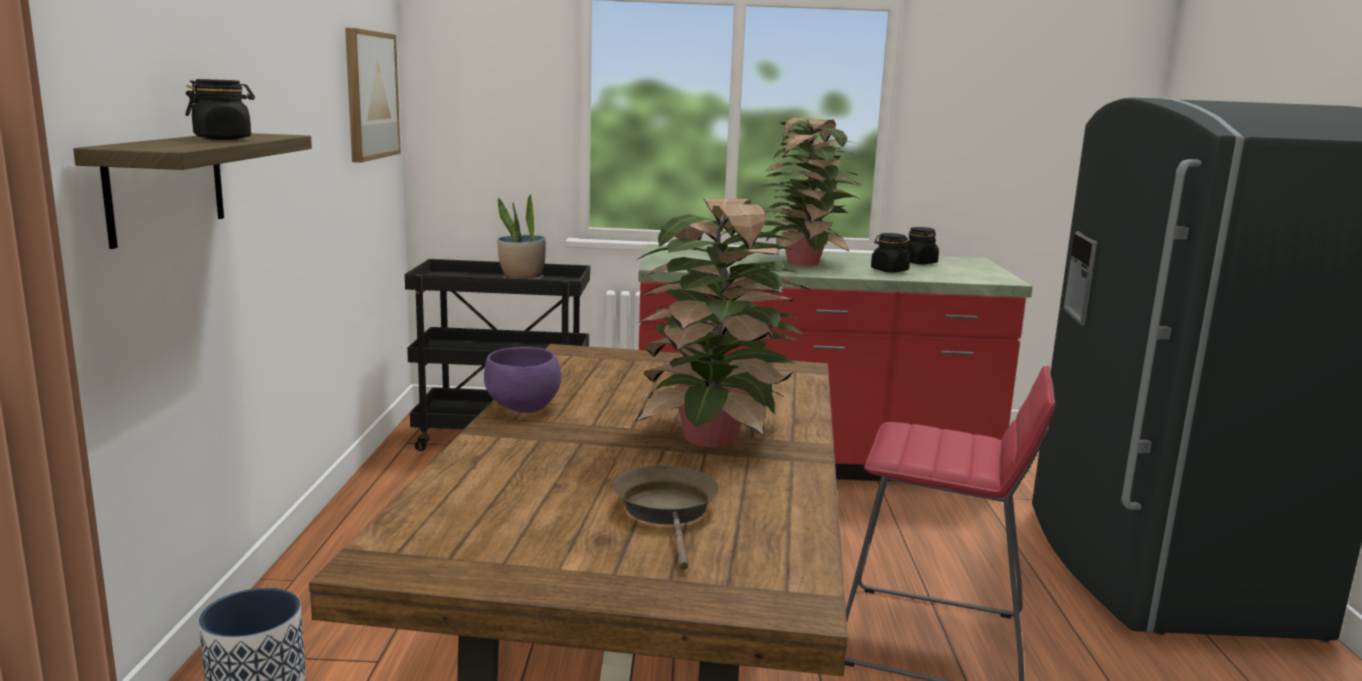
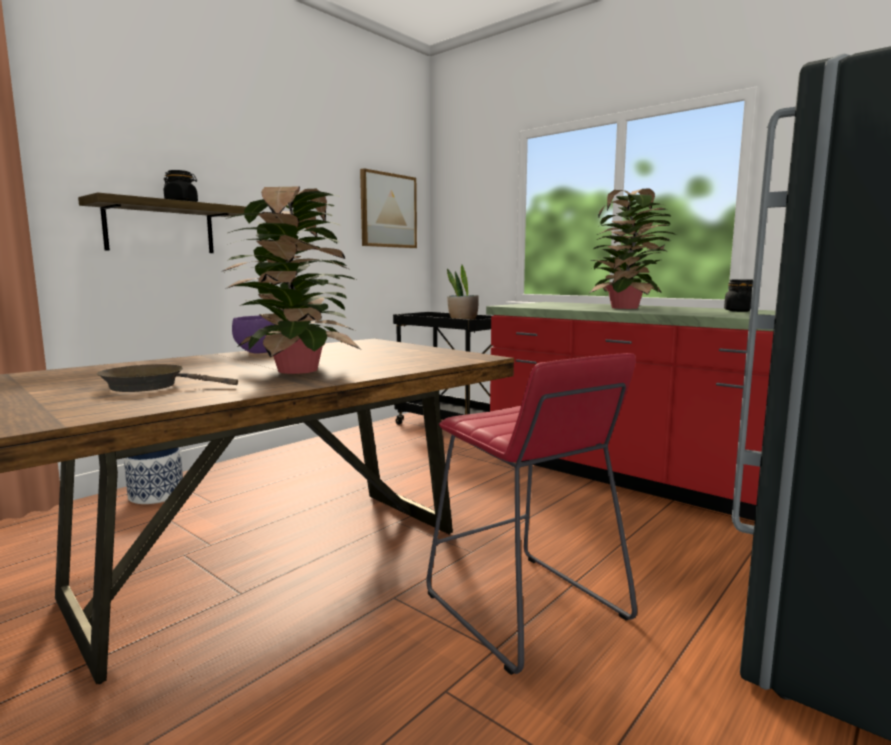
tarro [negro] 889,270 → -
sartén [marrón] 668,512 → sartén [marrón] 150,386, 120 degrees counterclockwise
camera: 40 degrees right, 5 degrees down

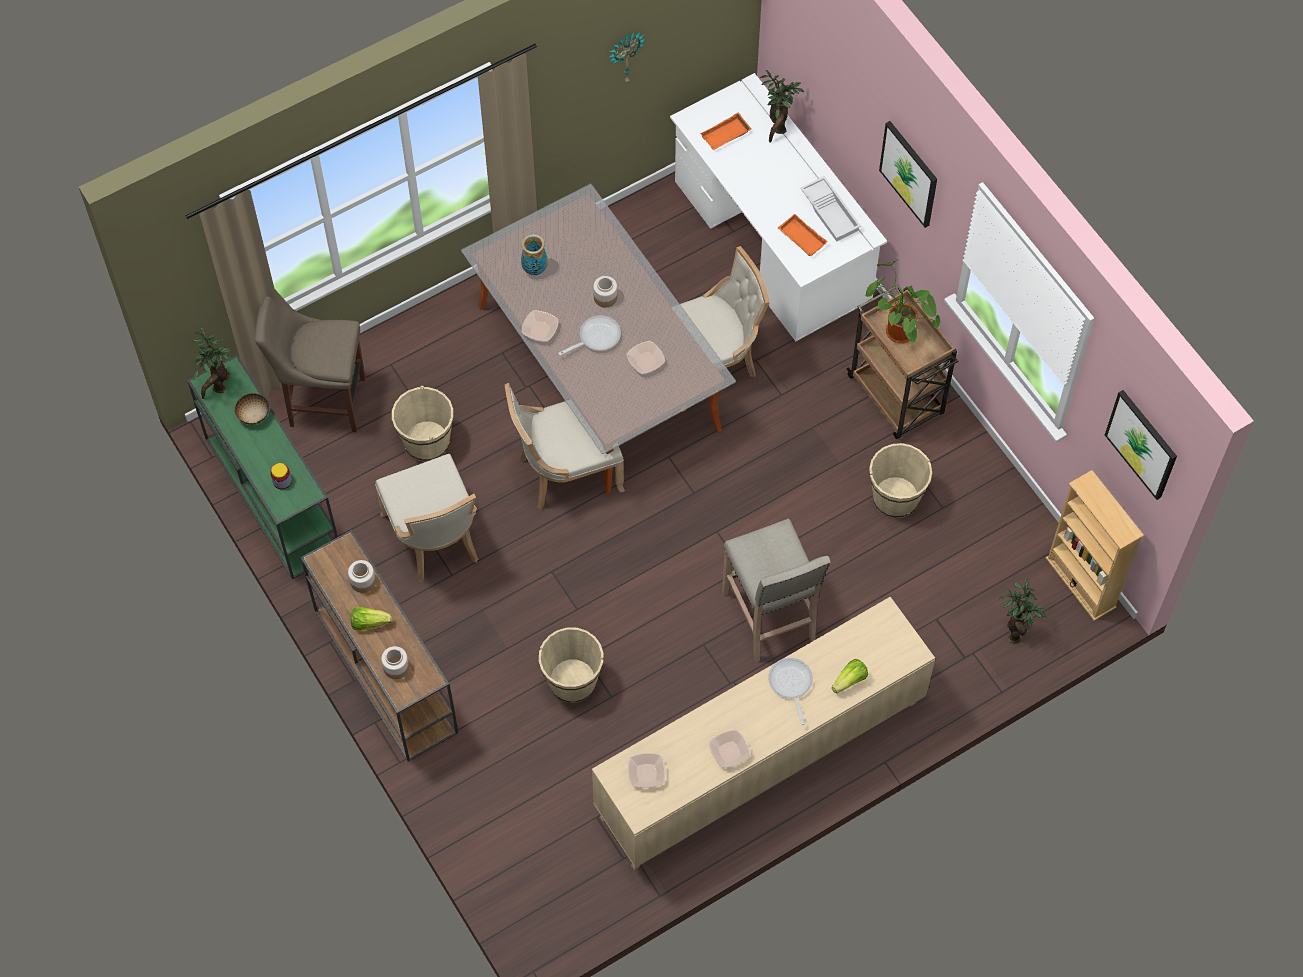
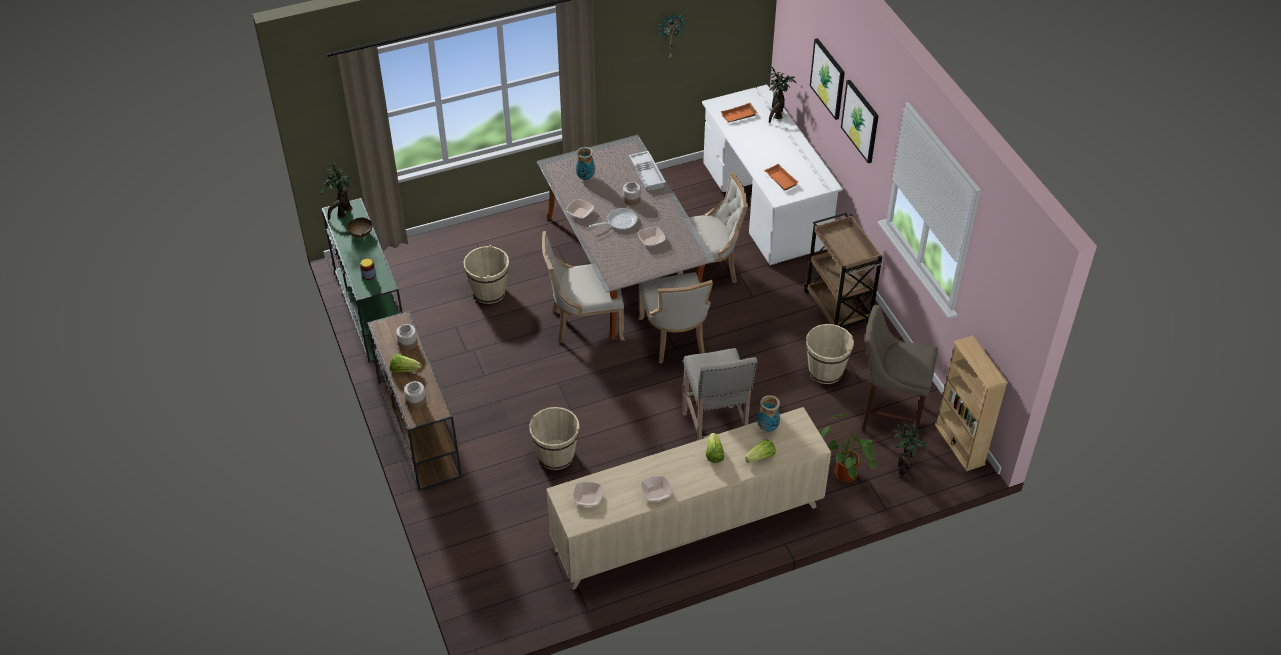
- → florero 767,427
taburete [beis] 323,401 → taburete [beis] 888,415, relocated
silla [beis] 435,539 → silla [beis] 675,338, relocated
bandeja [blanco] 831,212 → bandeja [blanco] 648,173, relocated
planta en maceta 896,331 → planta en maceta 843,473, relocated
cuadro 1142,444 → cuadro 828,78, relocated
sartén 790,684 → lechuga 714,454
camera: 10 degrees right, 15 degrees down

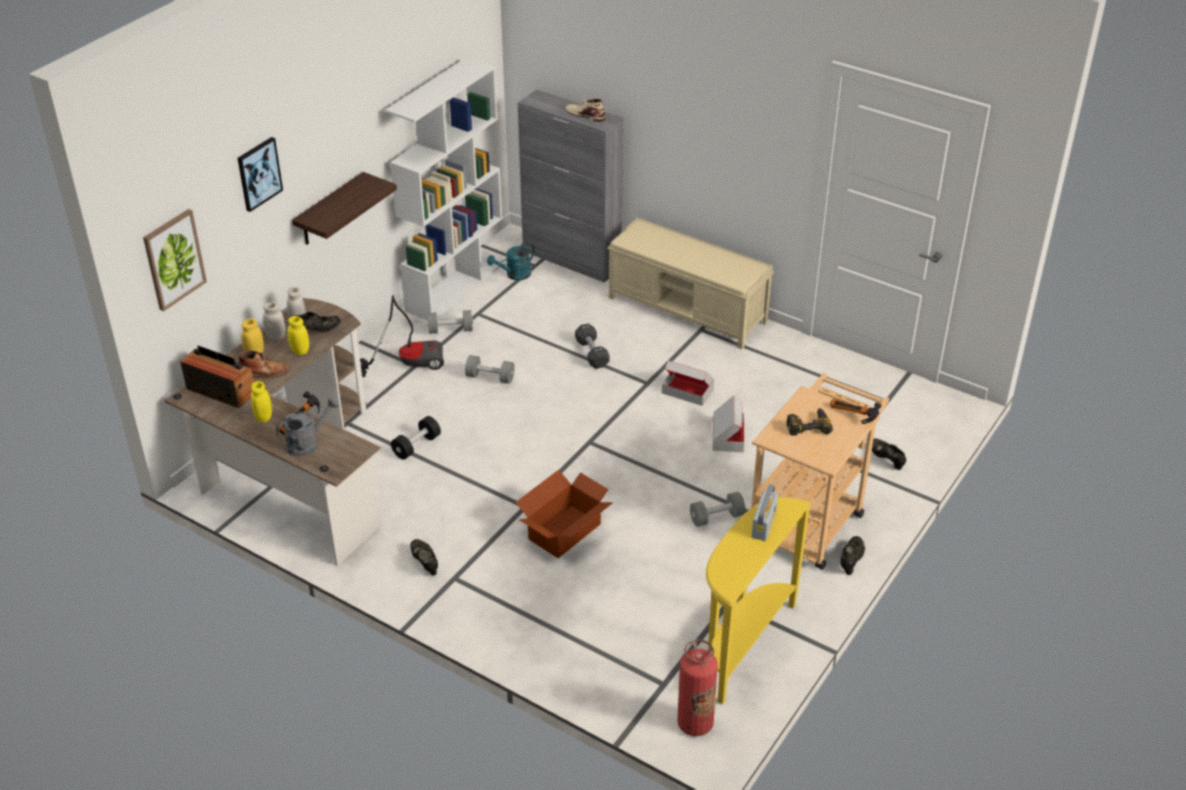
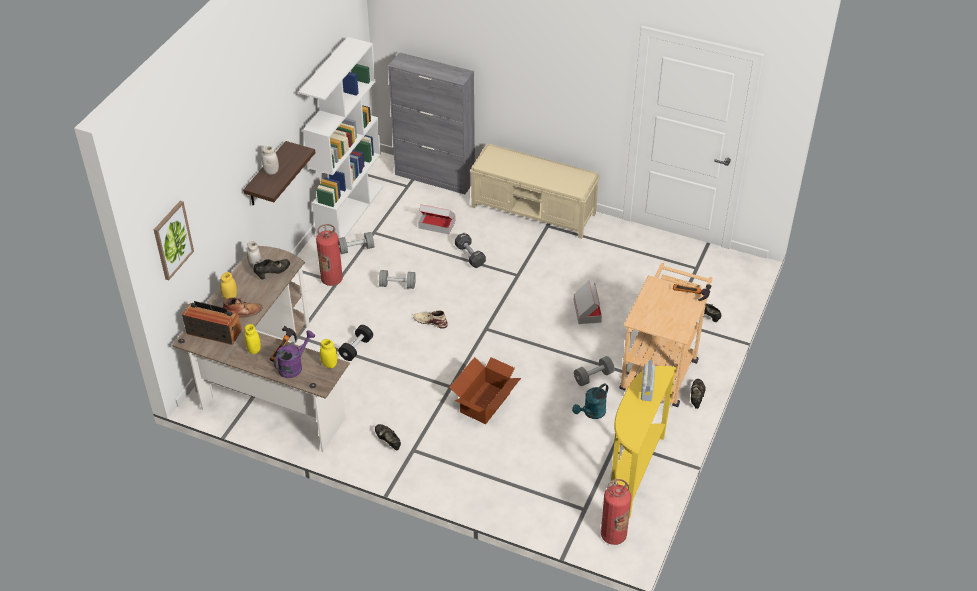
cuadro 259,173 → -
taladro 807,425 → -
tarro [blanco] 276,336 → tarro [blanco] 271,171, relocated
tarro [amarillo] 300,351 → tarro [amarillo] 329,364, relocated
regadera [turquesa] 514,275 → regadera [turquesa] 591,413, relocated
bota [beis] 585,114 → bota [beis] 430,321, relocated
caja de cartón 687,391 → caja de cartón 437,224, relocated
aspiradora 409,362 → extintor 332,279
regadera [gris] 307,443 → regadera [morado] 294,366
camera: 10 degrees left, 5 degrees up

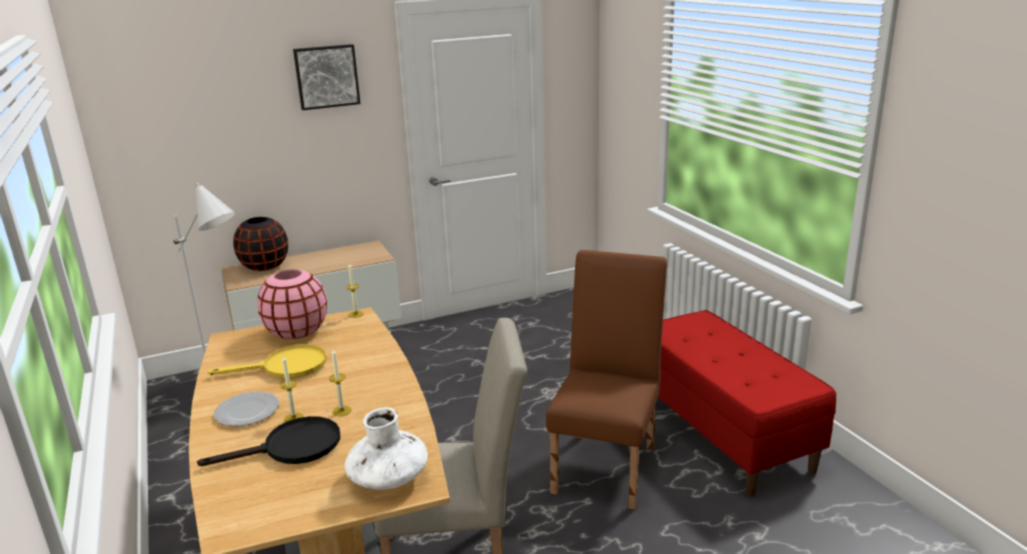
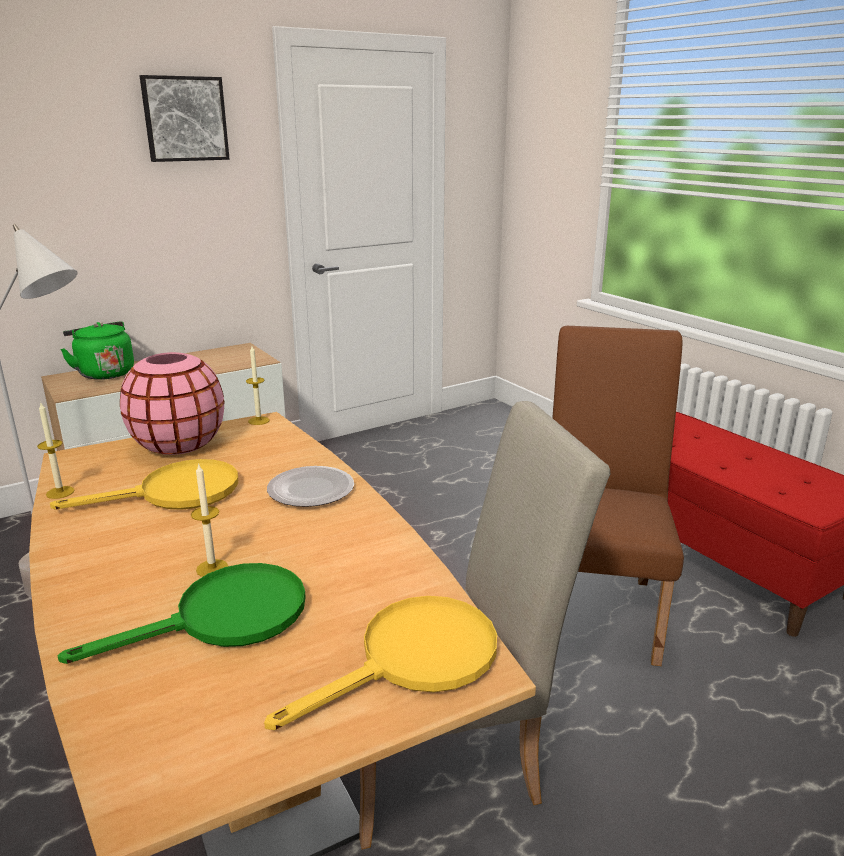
plato 247,411 → plato 310,489, relocated
vela 341,411 → vela 60,492, relocated
florero [negro] 265,266 → hervidor [verde] 104,373
florero [blanco] 388,478 → sartén [amarillo] 414,660
sartén [negro] 292,448 → sartén [verde] 224,618
camera: 10 degrees left, 0 degrees up

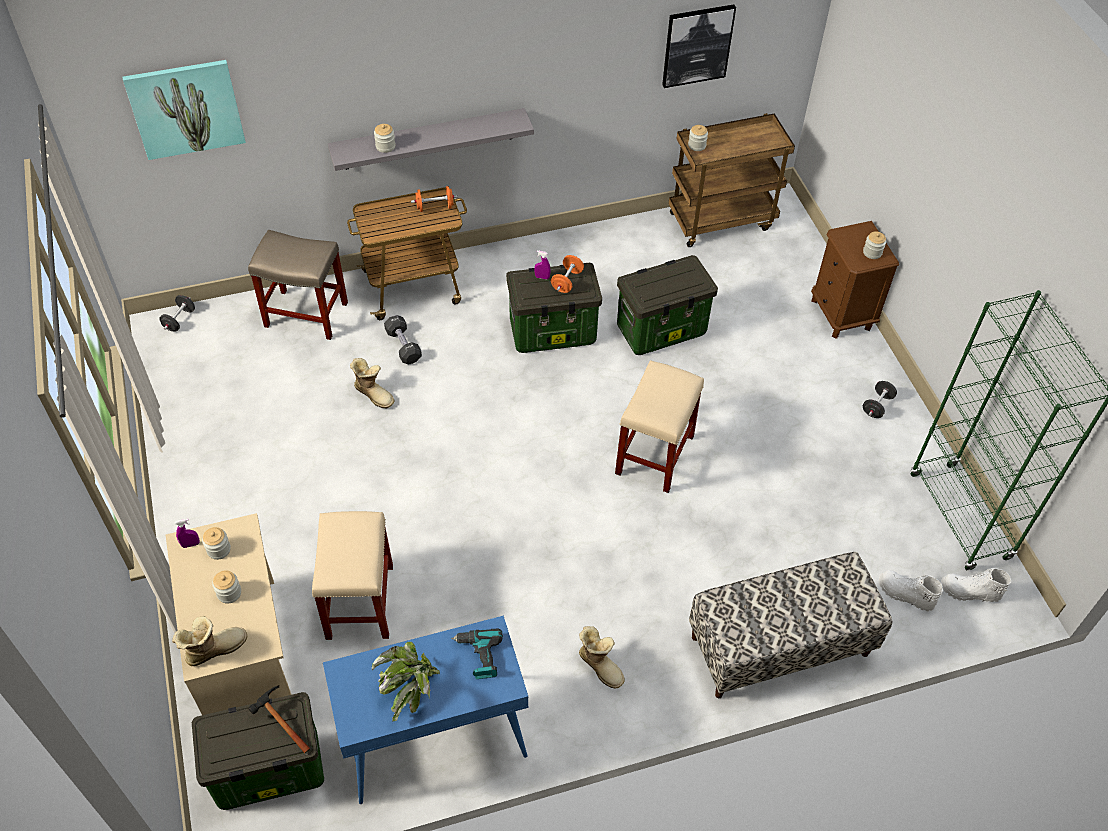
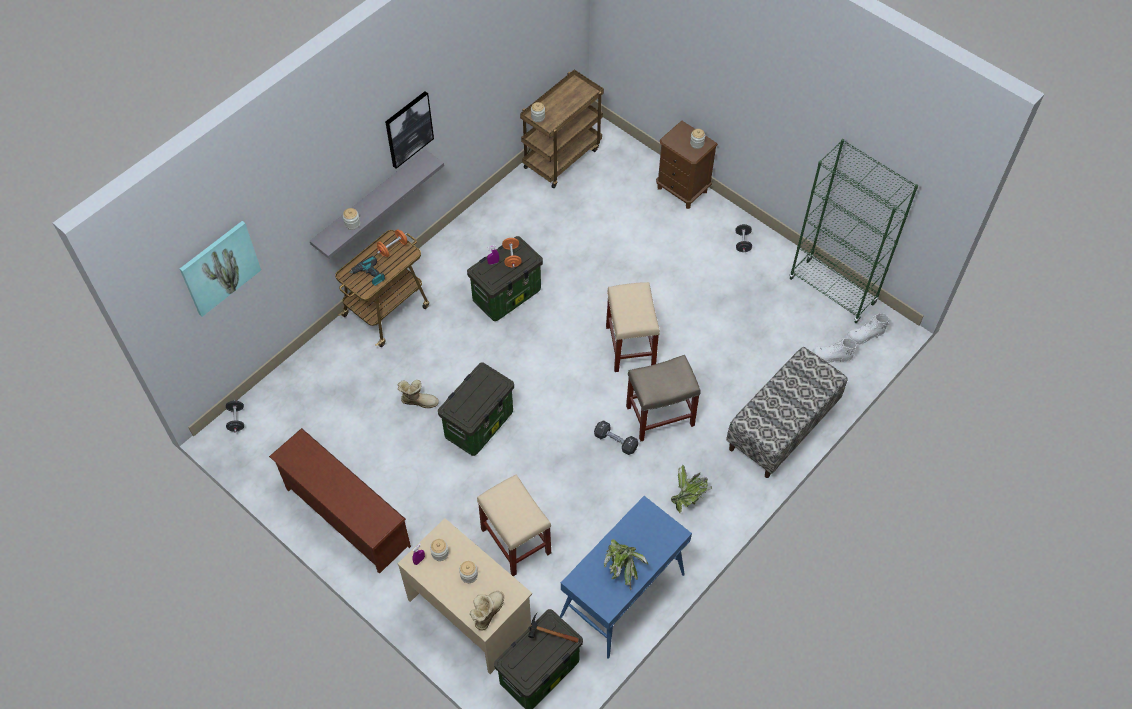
- → zapatero [marrón] 345,517
taburete [beis] 305,314 → taburete [beis] 659,416, relocated
mancuerna [negro] 403,346 → mancuerna [negro] 615,441, relocated
taladro 479,656 → taladro 369,275, relocated
caja de almacenaje 662,329 → caja de almacenaje 479,424, relocated
cuadro 697,45 → cuadro 408,129, relocated
bota 601,665 → planta en maceta 689,496
camera: 30 degrees left, 5 degrees up

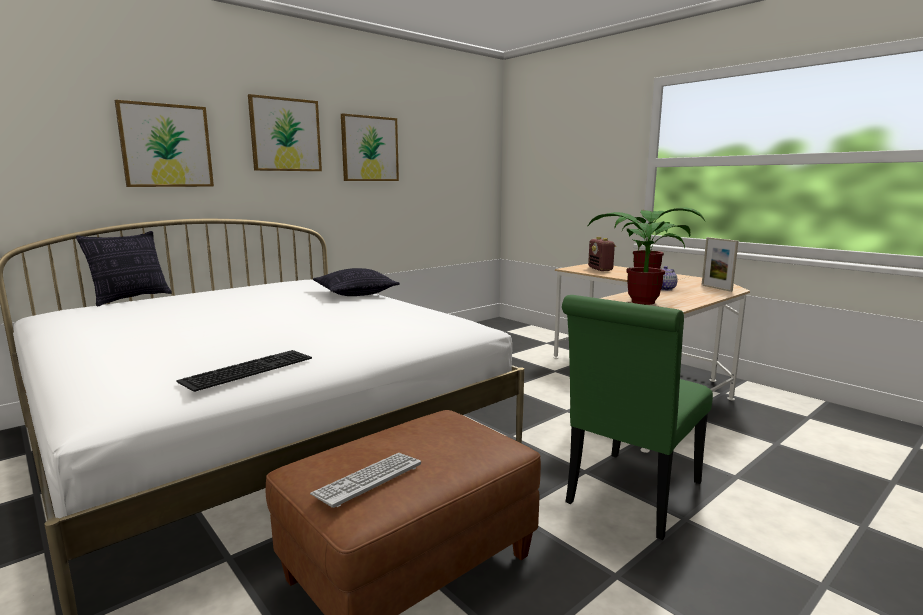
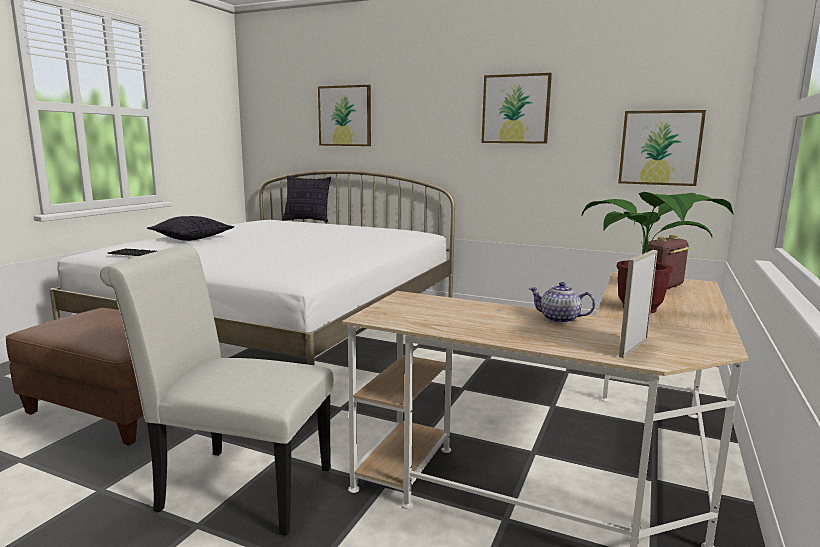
teclado 368,479 → -
planta en maceta 638,301 → -
cuadro 285,135 → cuadro 660,148, relocated
cojín 355,293 → cojín 192,238, relocated
silla [verde] 630,497 → silla [blanco] 236,487
camera: 65 degrees right, 0 degrees up

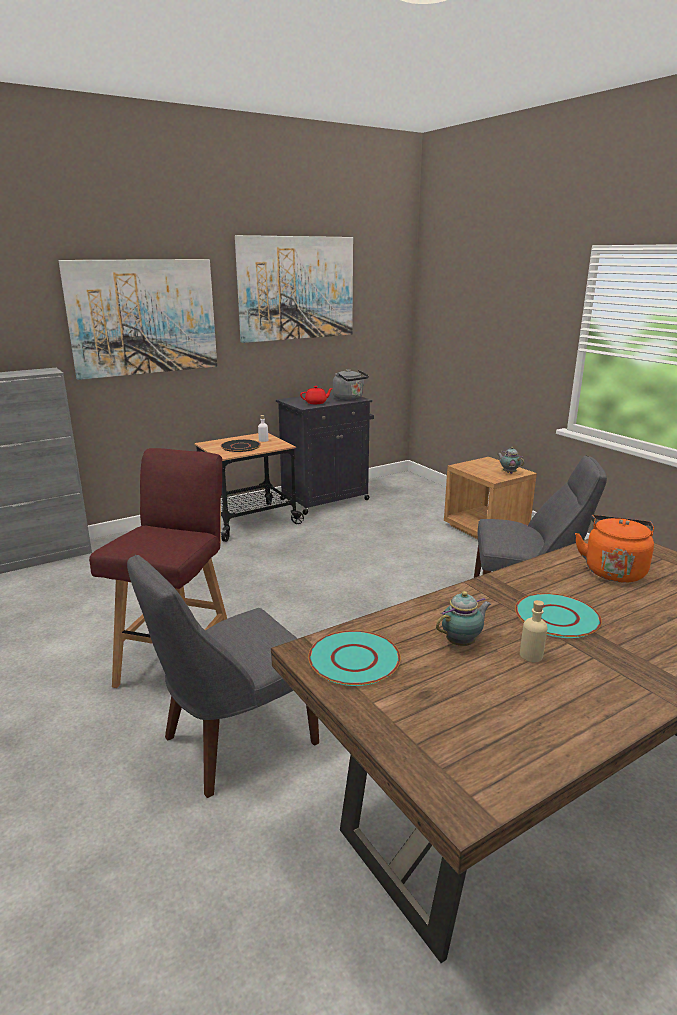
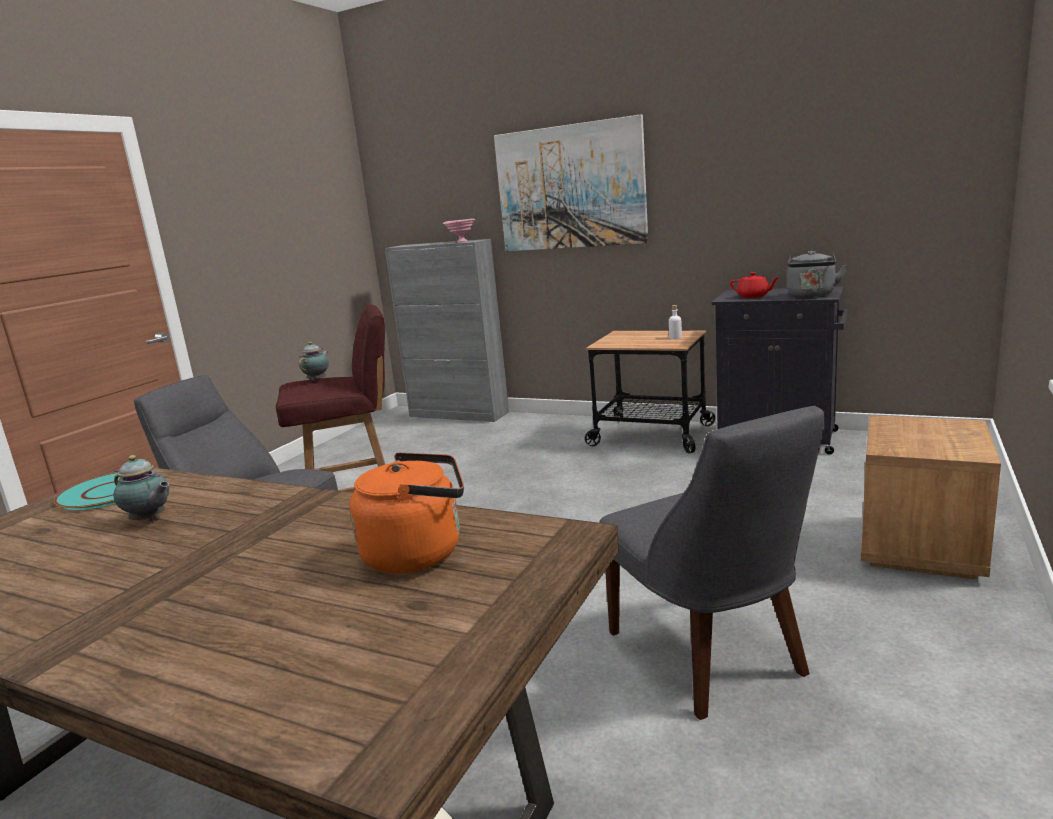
plato [negro] 240,446 → -
cuadro 296,288 → -
plato [turquesa] 557,617 → -
botella [beis] 531,655 → -
- → cuenco [rosa] 461,241
tetera 508,472 → tetera 318,380, relocated
camera: 60 degrees right, 5 degrees down

